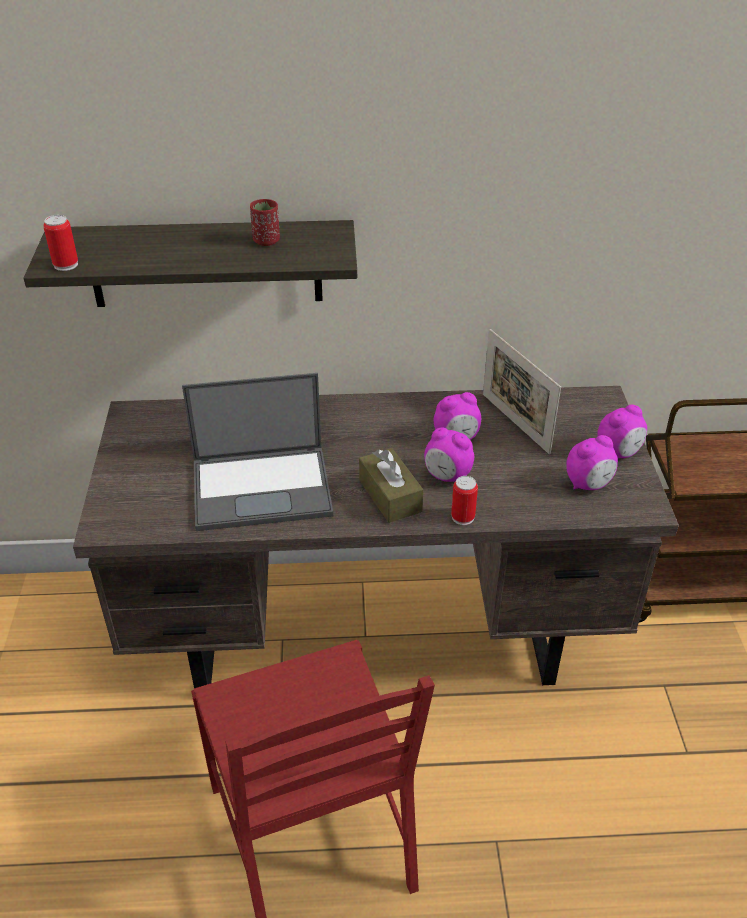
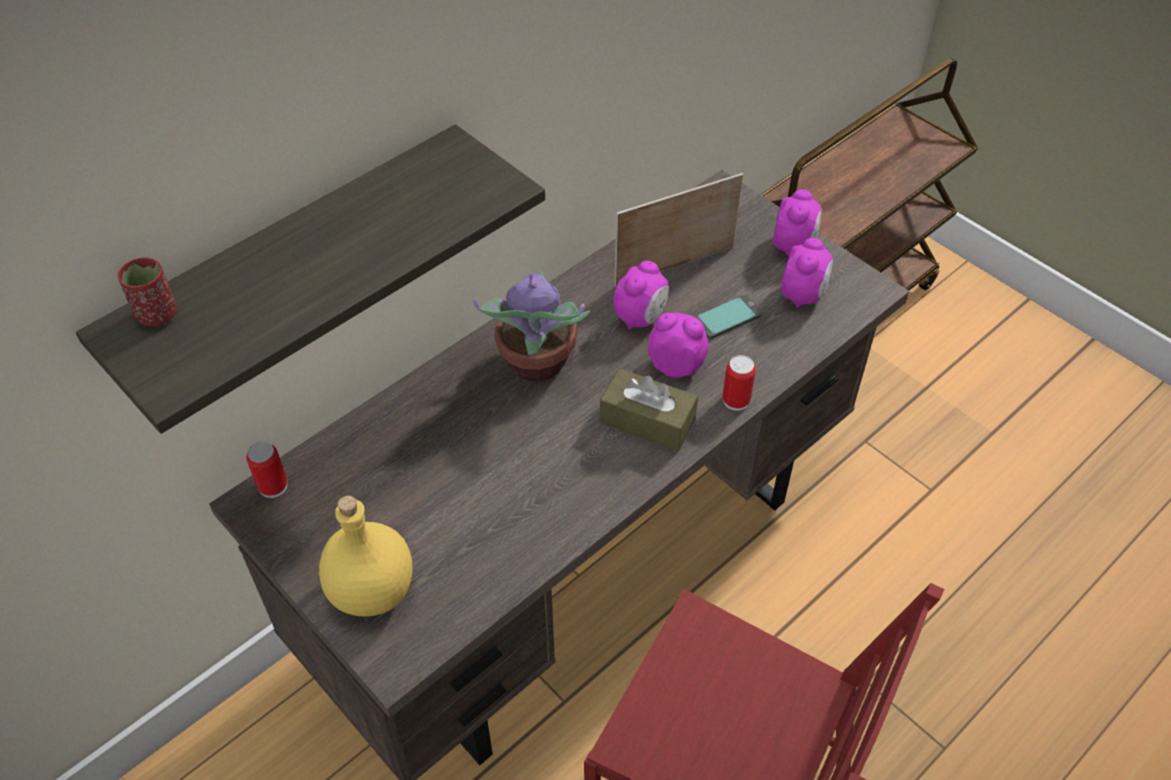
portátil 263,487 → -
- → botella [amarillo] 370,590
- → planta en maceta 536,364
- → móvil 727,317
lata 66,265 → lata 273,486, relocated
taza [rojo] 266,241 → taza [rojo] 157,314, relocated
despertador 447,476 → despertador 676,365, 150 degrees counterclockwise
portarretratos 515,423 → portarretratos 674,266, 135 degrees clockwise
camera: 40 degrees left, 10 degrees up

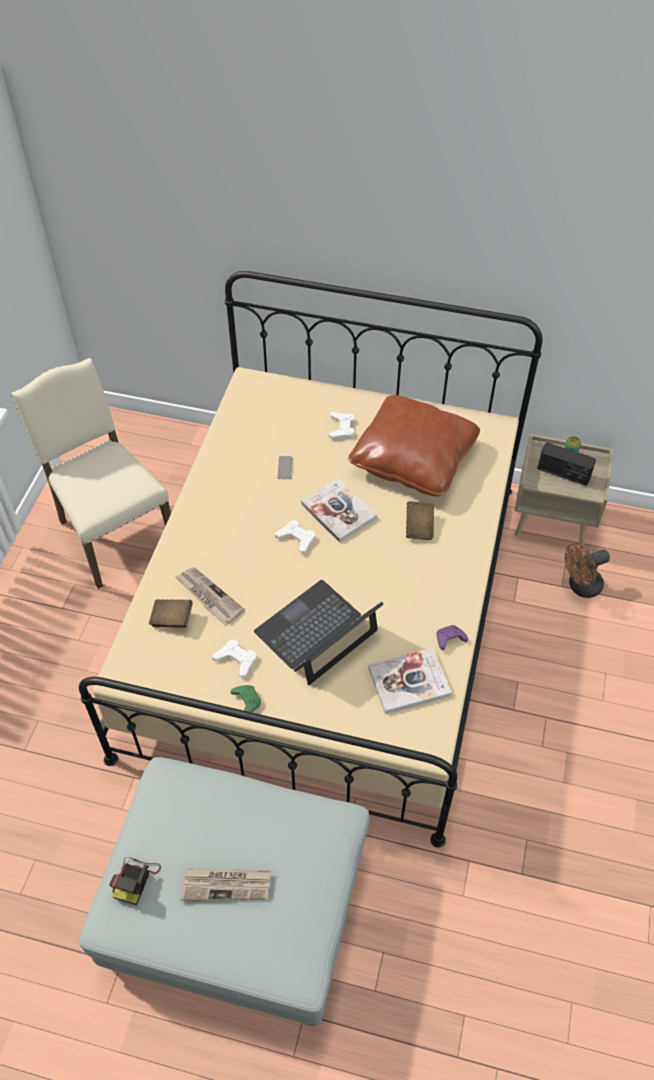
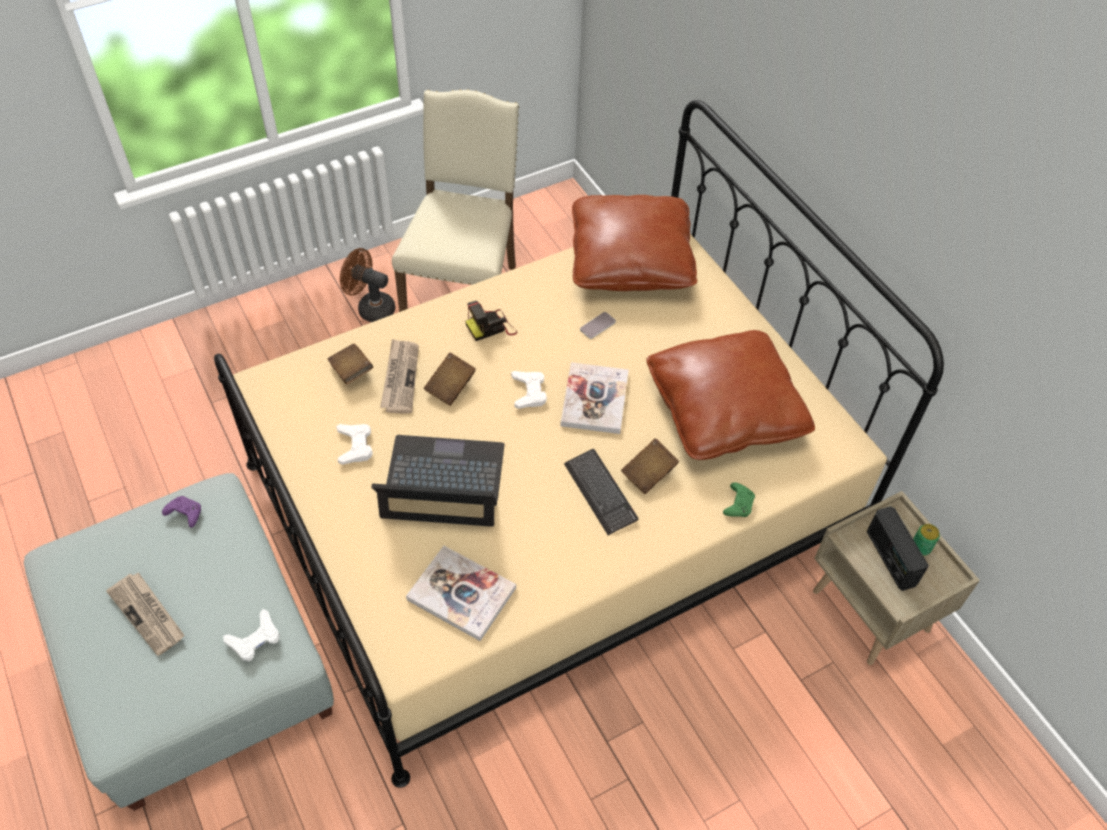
- → libro [marrón] 450,387
- → teclado 600,492
- → cojín [marrón] 630,260
cámara 135,879 → cámara 491,327, relocated
mando de consola [verde] 246,701 → mando de consola [verde] 738,504, relocated
mando de consola [blanco] 341,428 → mando de consola [blanco] 255,639, relocated
mando de consola [morado] 449,640 → mando de consola [morado] 184,514, relocated
ventilador [marrón] 580,586 → ventilador [marrón] 371,308, relocated
camera: 45 degrees right, 0 degrees up

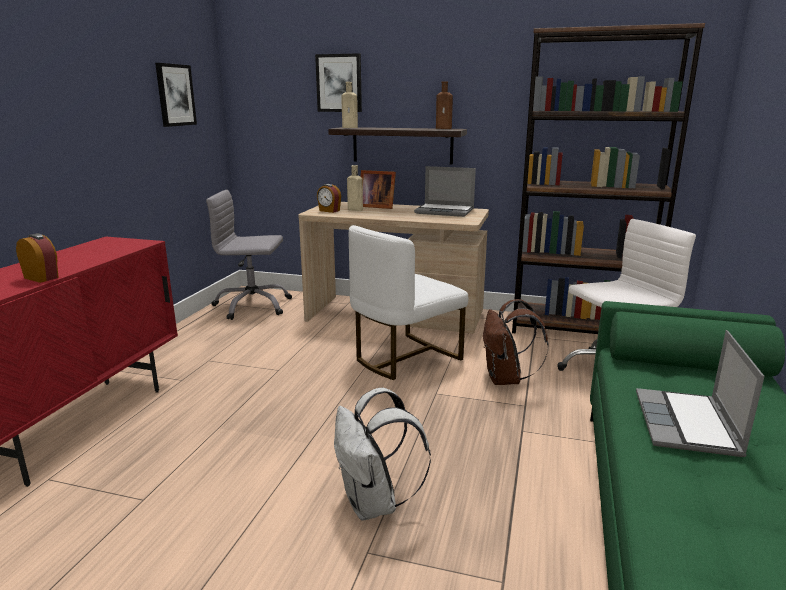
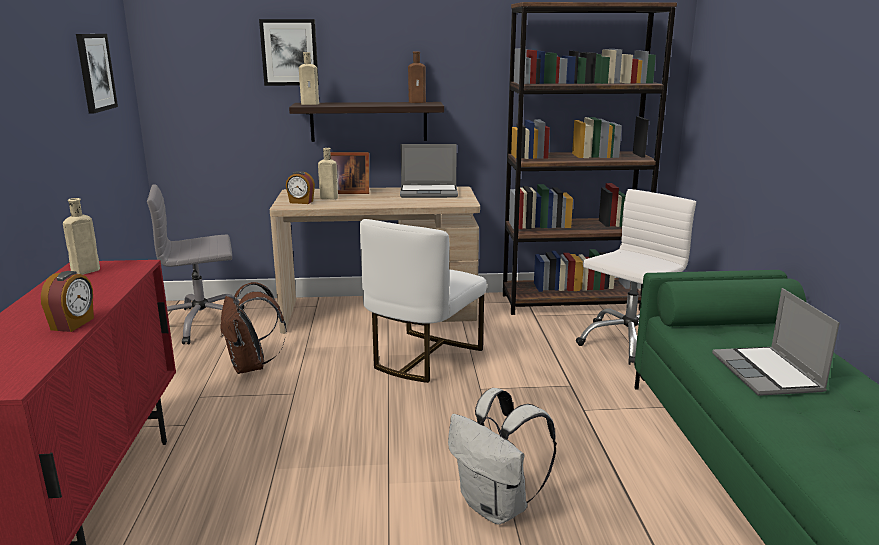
- → botella [beis] 84,272
mochila [marrón] 506,379 → mochila [marrón] 251,366, relocated
despertador 42,278 → despertador 73,324, 90 degrees clockwise
camera: 20 degrees left, 0 degrees up

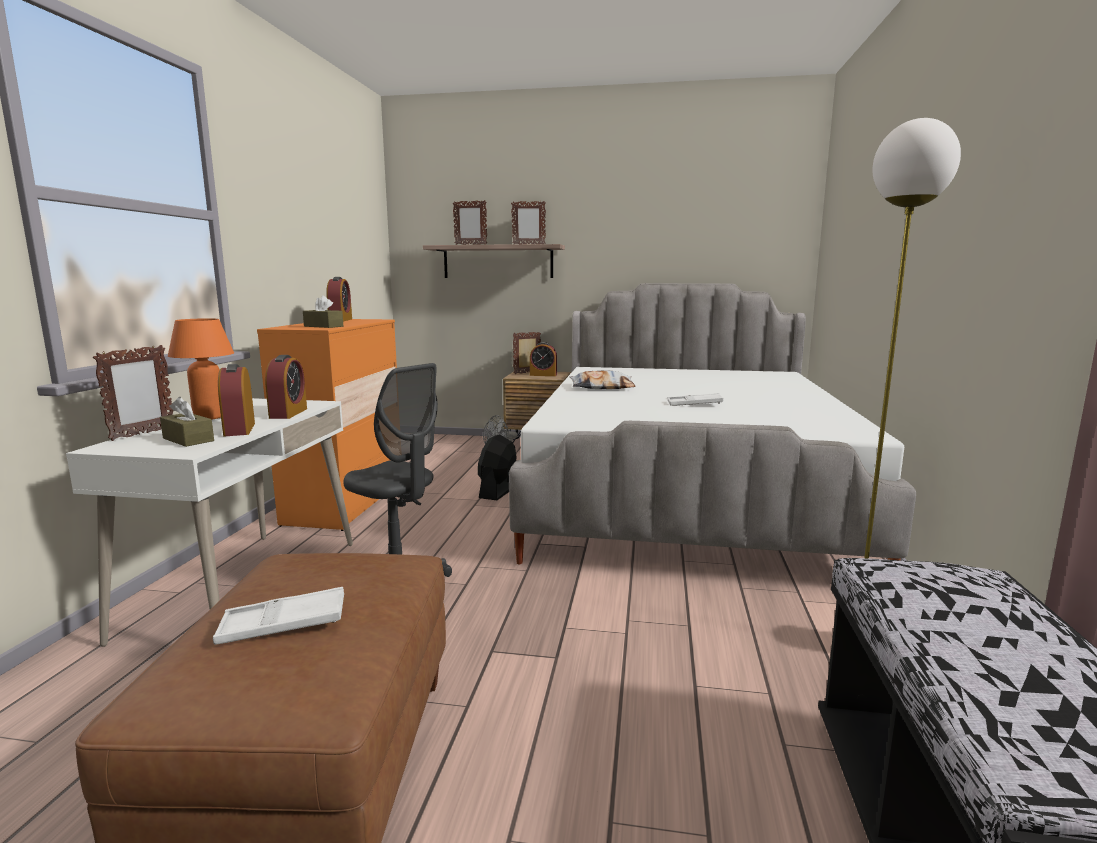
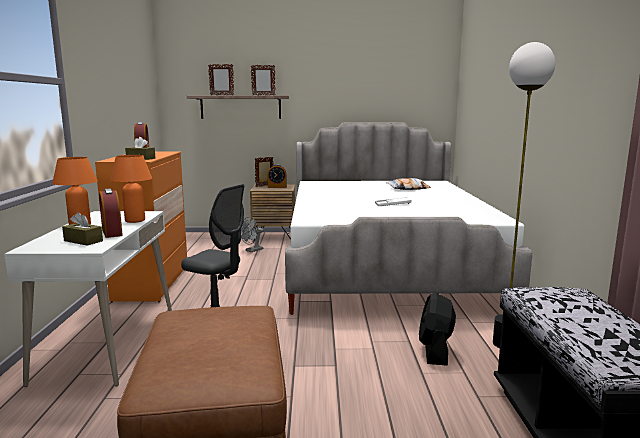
portarretratos 142,434 → -
bandeja [blanco] 283,624 → -
ventilador [negro] 498,491 → ventilador [negro] 435,351, relocated
cojín 602,387 → cojín 408,188, relocated
despertador 288,413 → lámpara de mesa [naranja] 135,220
camera: 10 degrees left, 0 degrees up

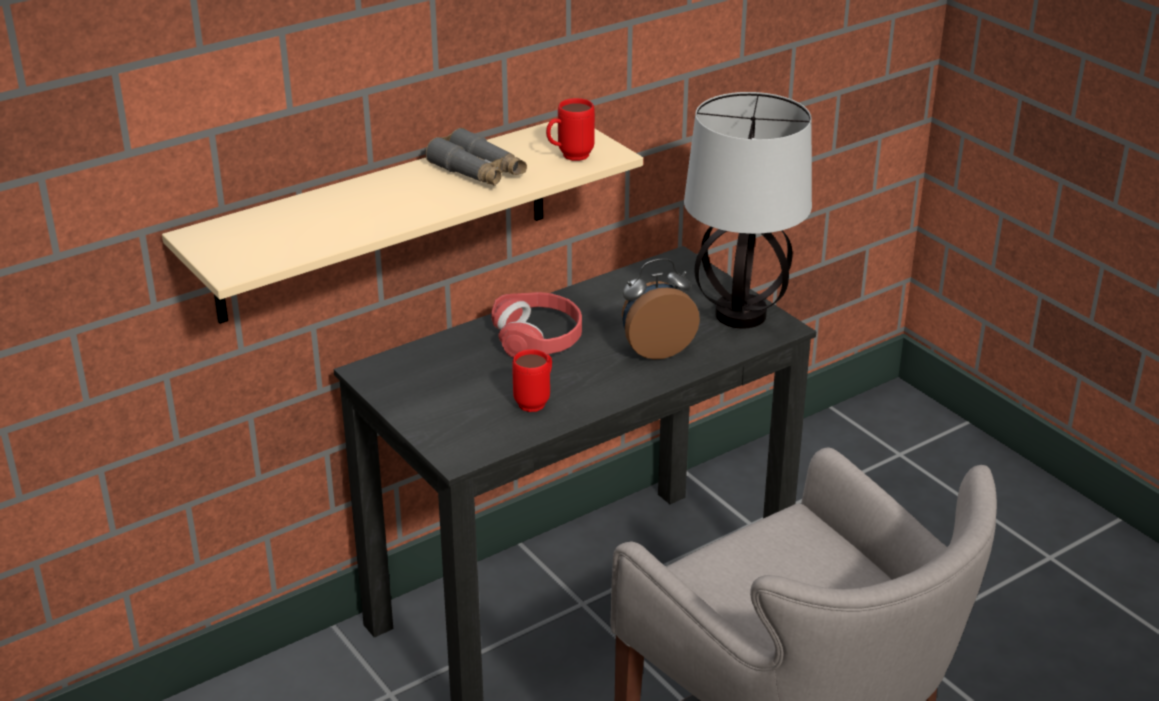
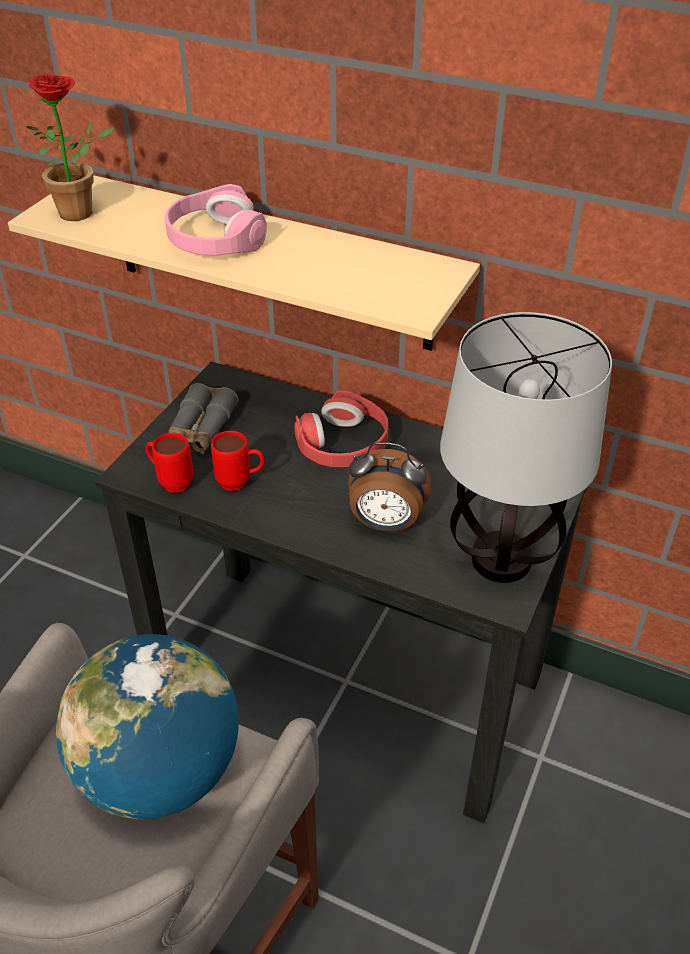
- → planta en maceta 84,212
- → globo terráqueo 160,772
- → auriculares [rosa] 215,239
prismáticos [gris] 478,171 → prismáticos [gris] 200,430, relocated
taza grande [rojo] 569,157 → taza grande [rojo] 171,482, relocated
despertador 656,349 → despertador 385,524, 150 degrees clockwise
camera: 60 degrees right, 10 degrees up

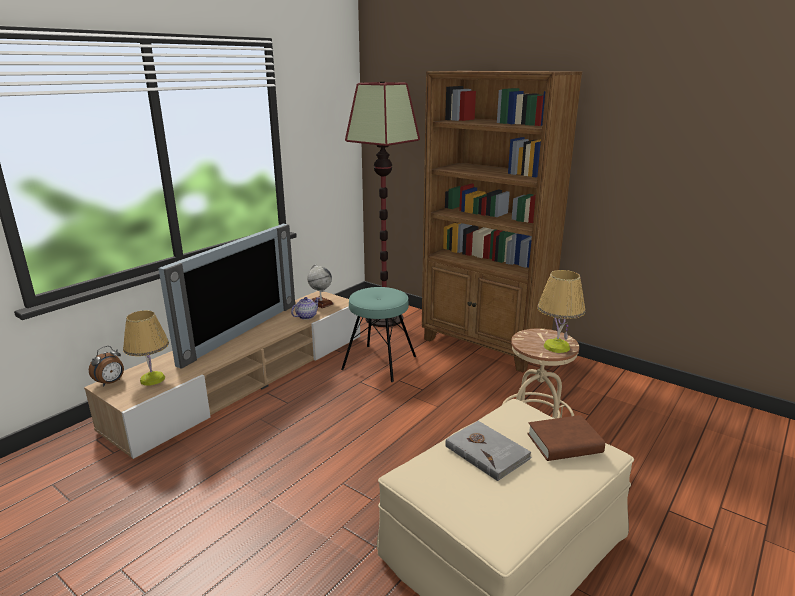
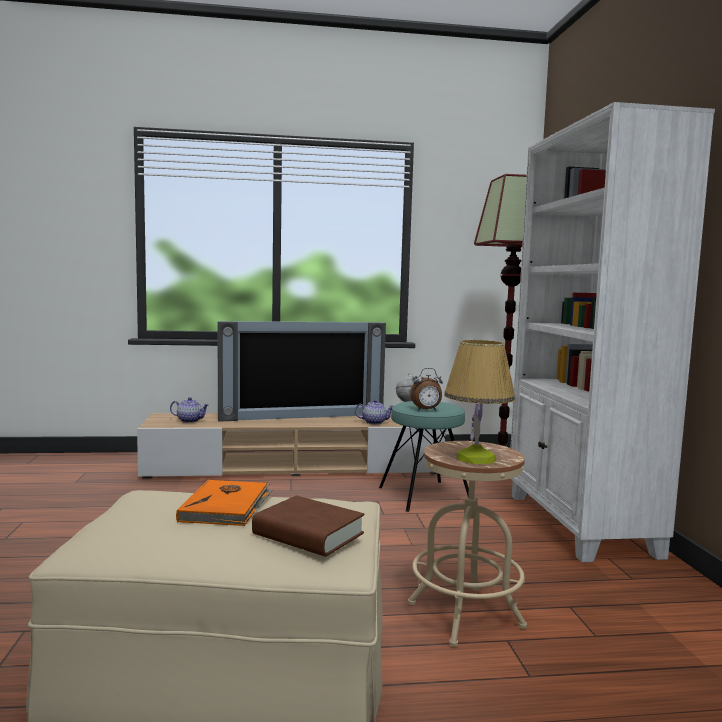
despertador 111,382 → despertador 426,410, relocated
lámpara de mesa 152,379 → tetera 190,420
estantería [marrón] 485,345 → estantería [blanco] 579,525
libro [gris] 487,451 → libro [naranja] 227,506
camera: 45 degrees right, 15 degrees down

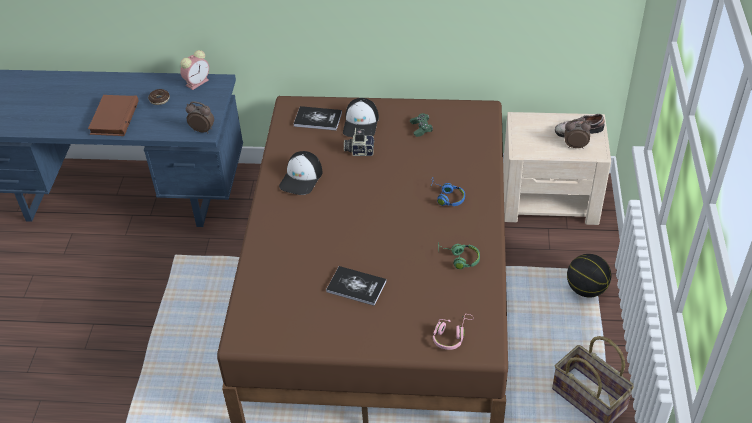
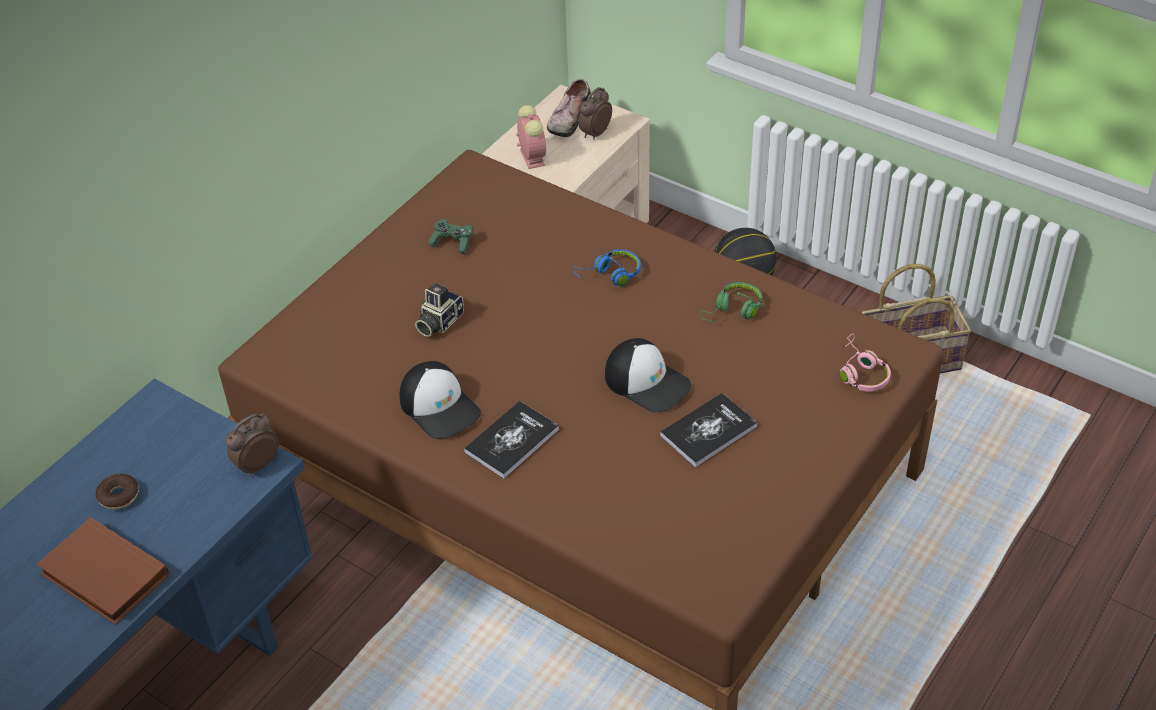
despertador 198,82 → despertador 531,156, relocated
libro 318,119 → libro 512,440, relocated
gorra 361,124 → gorra 647,382, relocated
camera: 60 degrees left, 0 degrees up

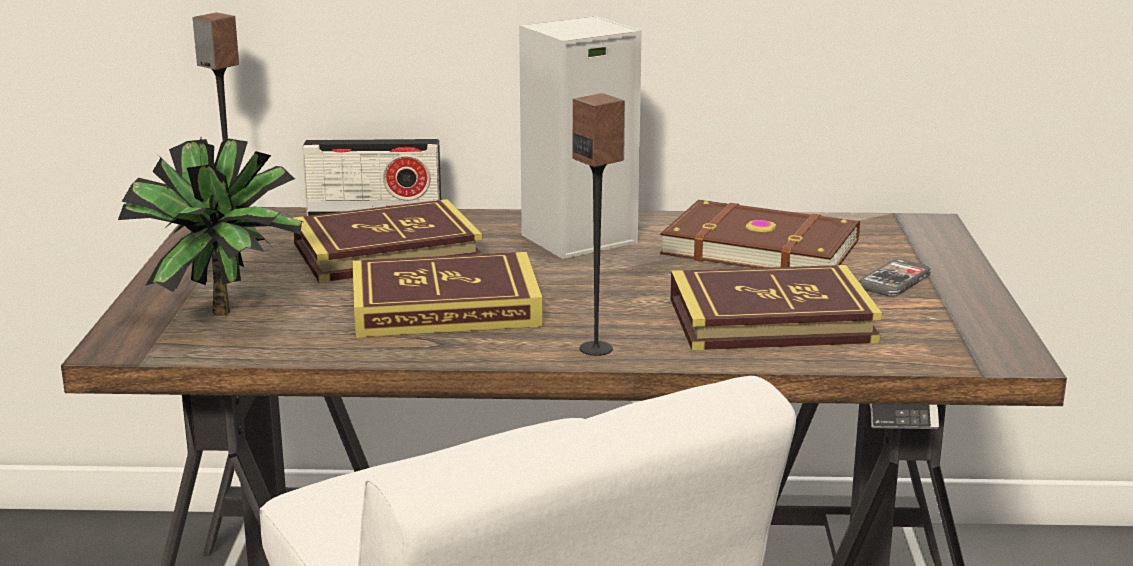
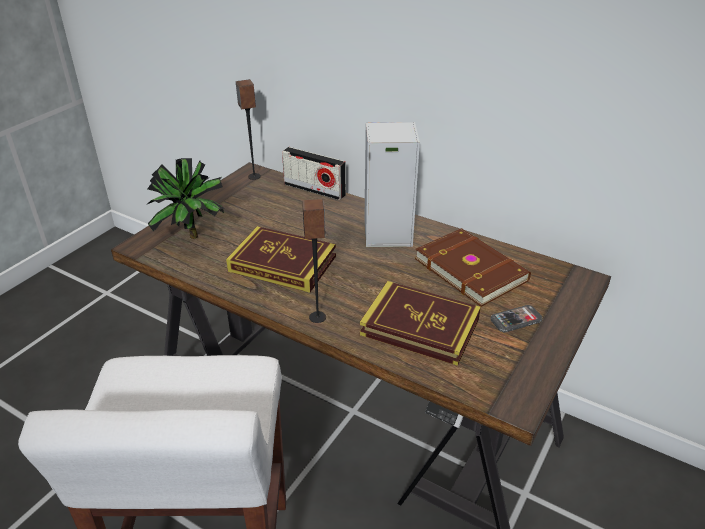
libro 387,252 → -
camera: 30 degrees right, 15 degrees up

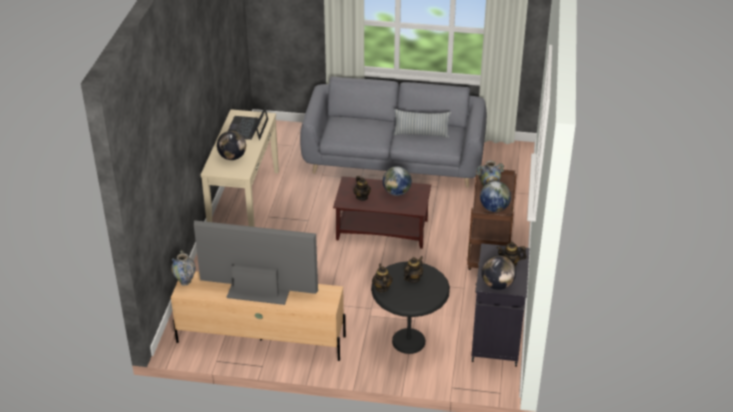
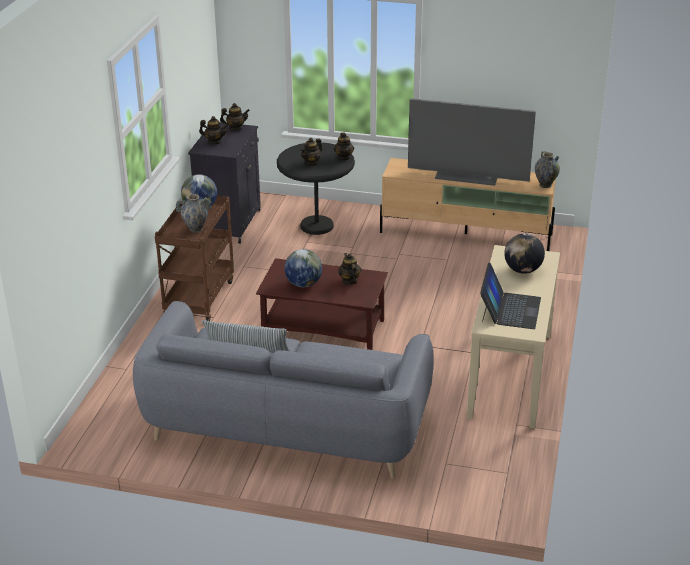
globo terráqueo 497,285 → tetera 235,128
camera: 175 degrees left, 5 degrees down

